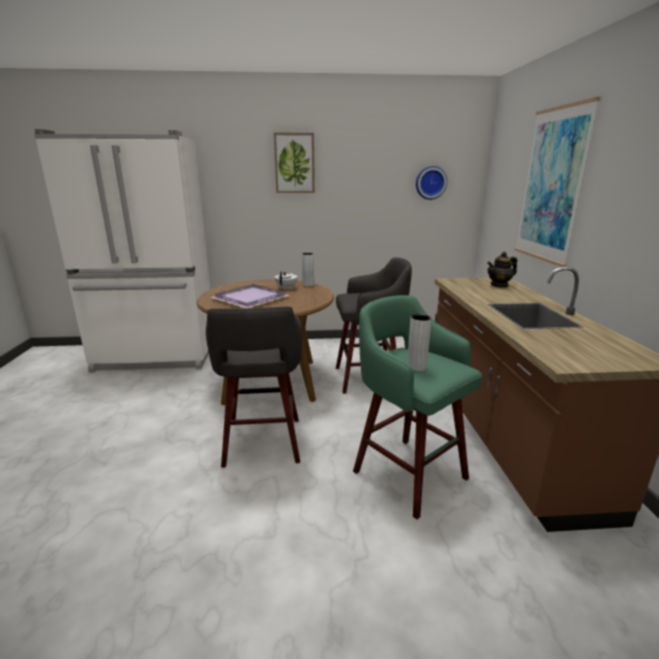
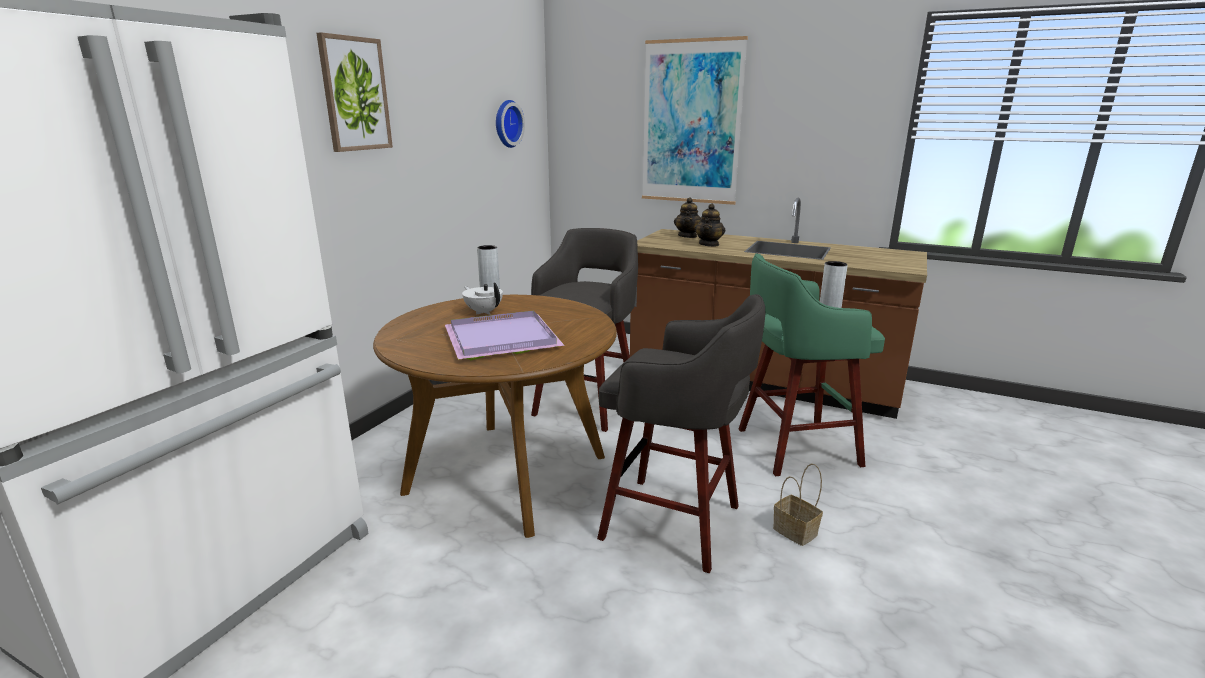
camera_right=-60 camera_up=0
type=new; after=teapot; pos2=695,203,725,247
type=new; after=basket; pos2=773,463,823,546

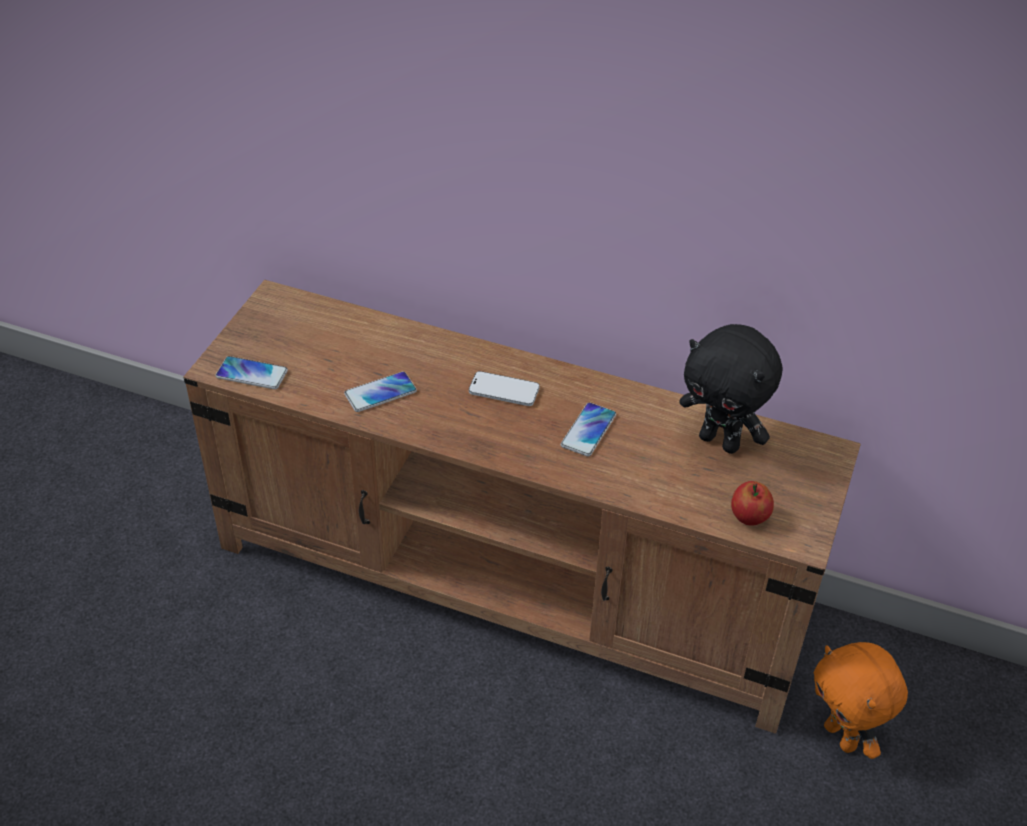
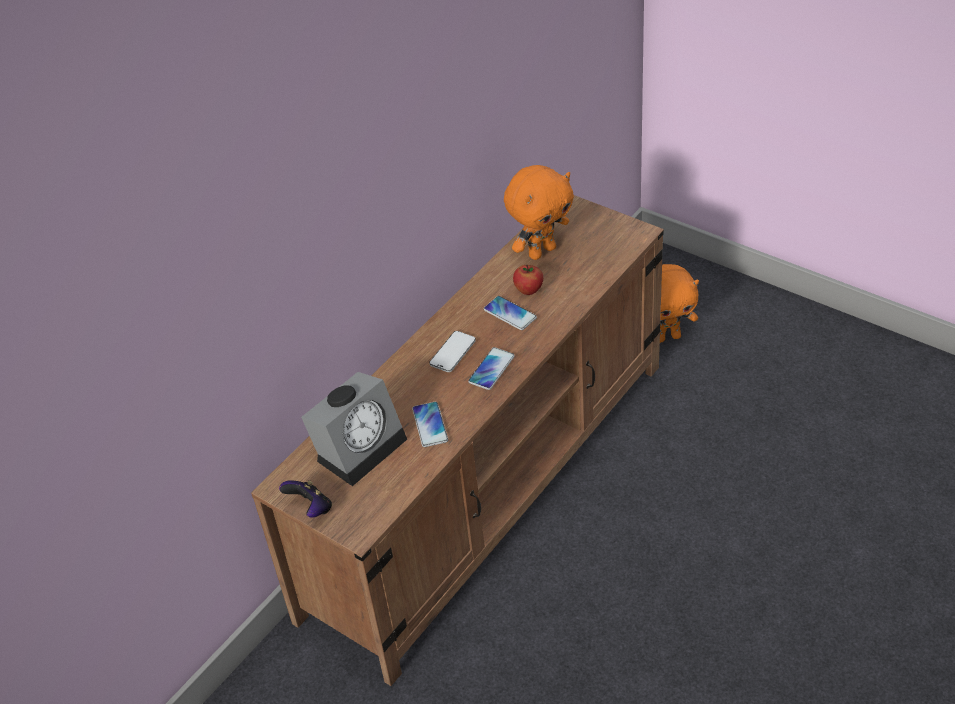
camera_right=-70 camera_up=0
type=new; after=game controller; pos2=279,480,332,518
type=new; after=alarm clock; pos2=301,372,407,486
type=shifted; before=phone; pos1=216,356,288,389; pos2=468,347,515,390
type=shifted; before=apple; pos1=731,481,774,526; pos2=513,265,543,295
type=repainted; before=black plush toy; after=orange plush toy; pos1=679,324,783,454; pos2=504,165,574,260

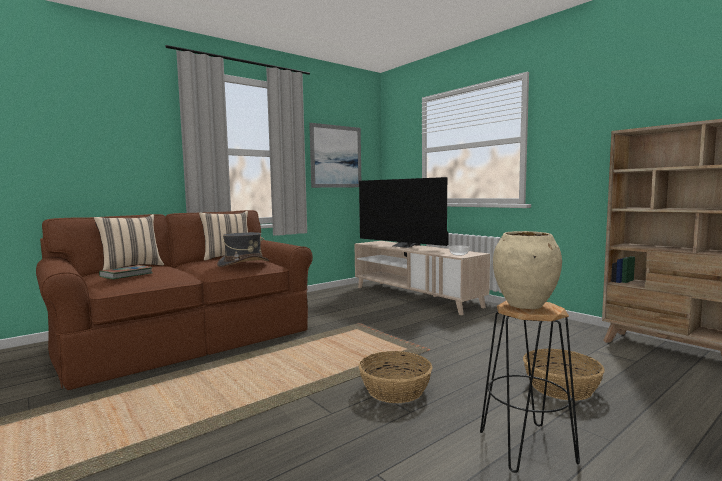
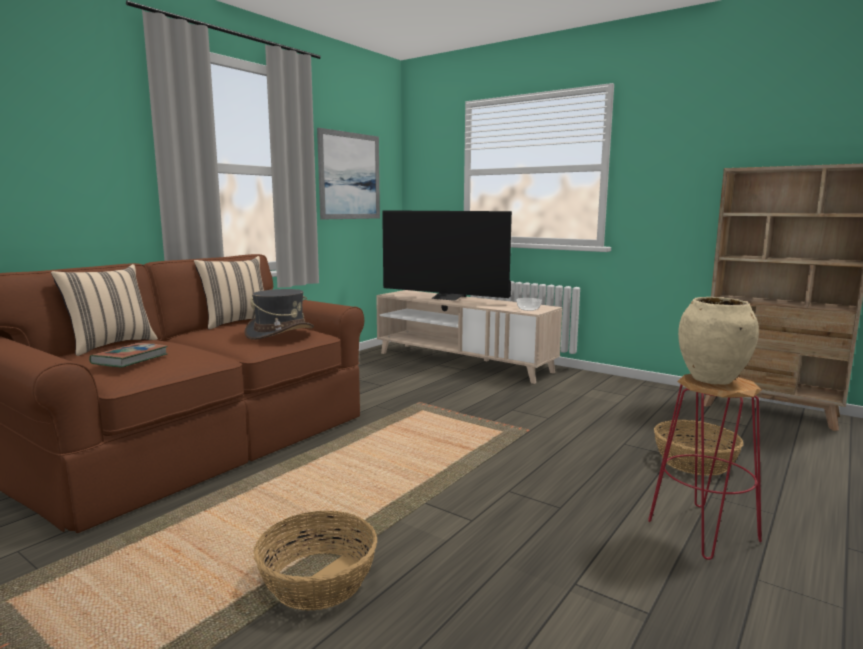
camera_right=-15 camera_up=5
type=shifted; before=basket; pos1=359,351,433,403; pos2=253,511,377,611
type=repainted; before=black stool; after=red stool; pos1=480,301,580,473; pos2=648,374,762,560

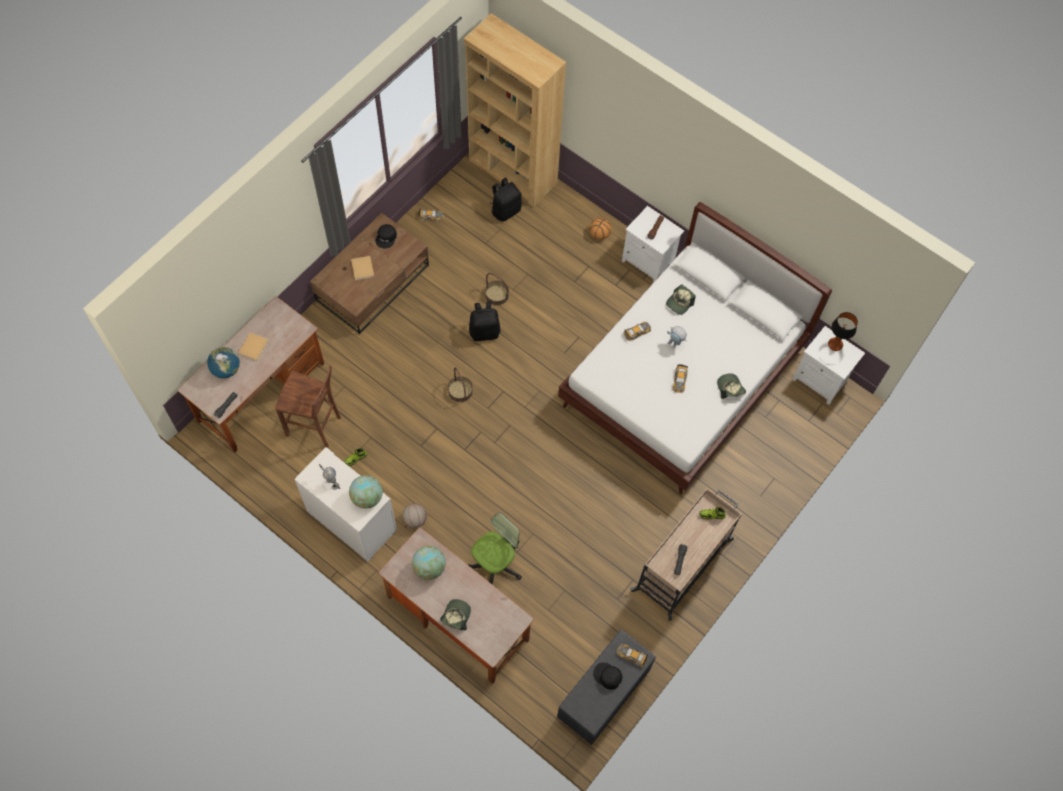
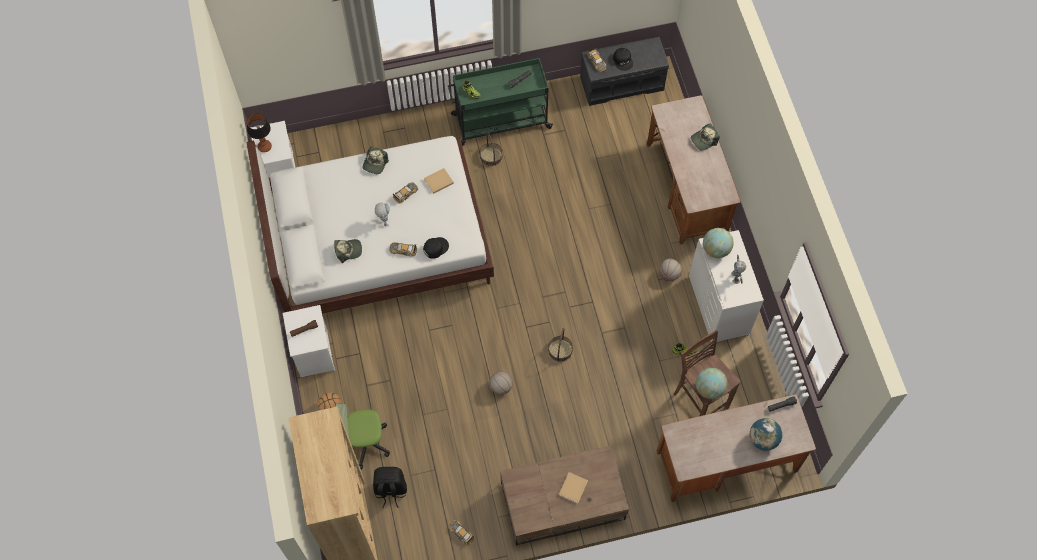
camera_right=-140 camera_up=0
type=shifted; before=beige book; pos1=238,333,268,361; pos2=424,168,454,194
type=shifted; before=black cap; pos1=375,224,397,249; pos2=423,237,449,259
type=shifted; before=globe; pos1=412,546,446,580; pos2=696,368,728,399
type=shifted; before=office chair; pos1=467,513,522,584; pos2=335,403,390,469
type=shifted; before=basket; pos1=485,273,509,306; pos2=479,132,503,166
type=swapped; before=black backpack; after=basketball; pos1=469,302,501,341; pos2=489,371,513,395
type=repainted; before=beige cart; after=green cart; pos1=630,488,742,621; pos2=448,58,553,147

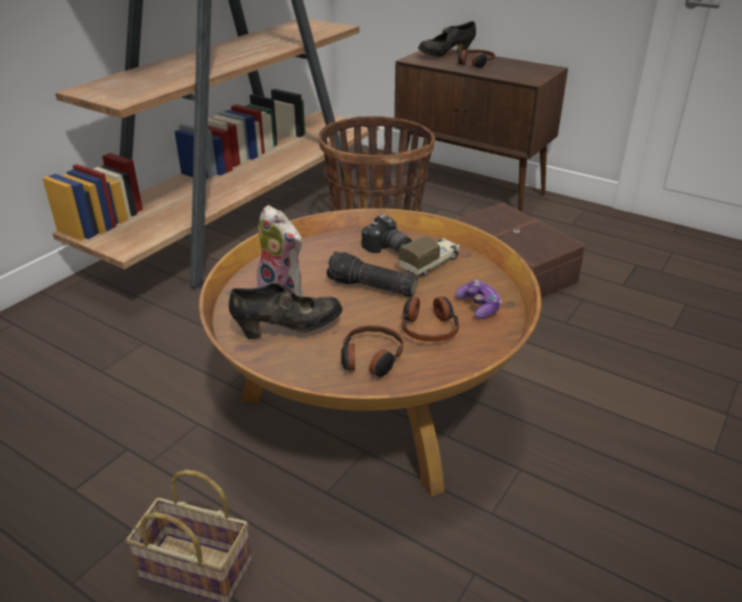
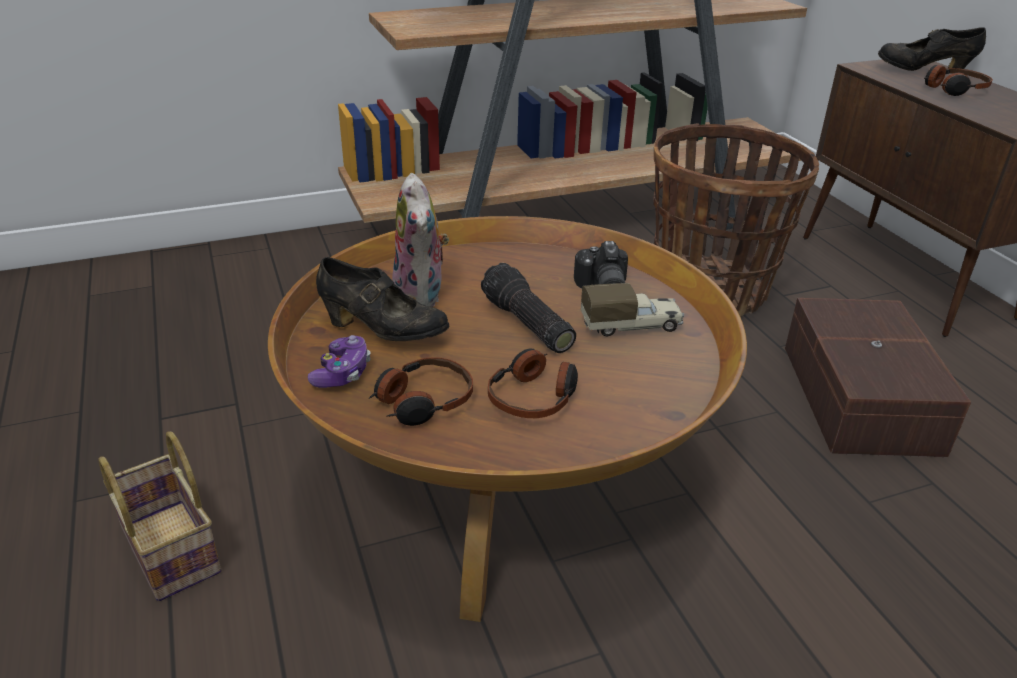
camera_right=35 camera_up=0
type=shifted; before=game controller; pos1=456,280,501,319; pos2=308,335,371,388

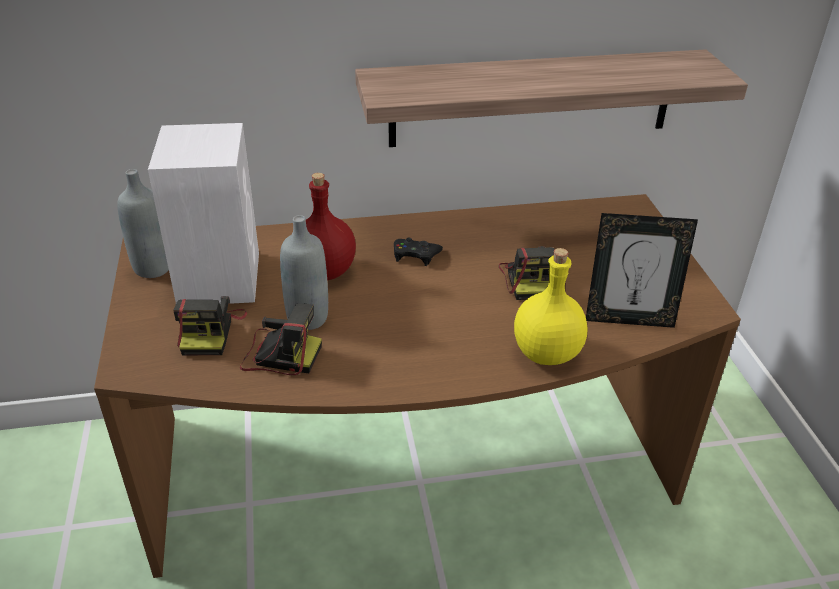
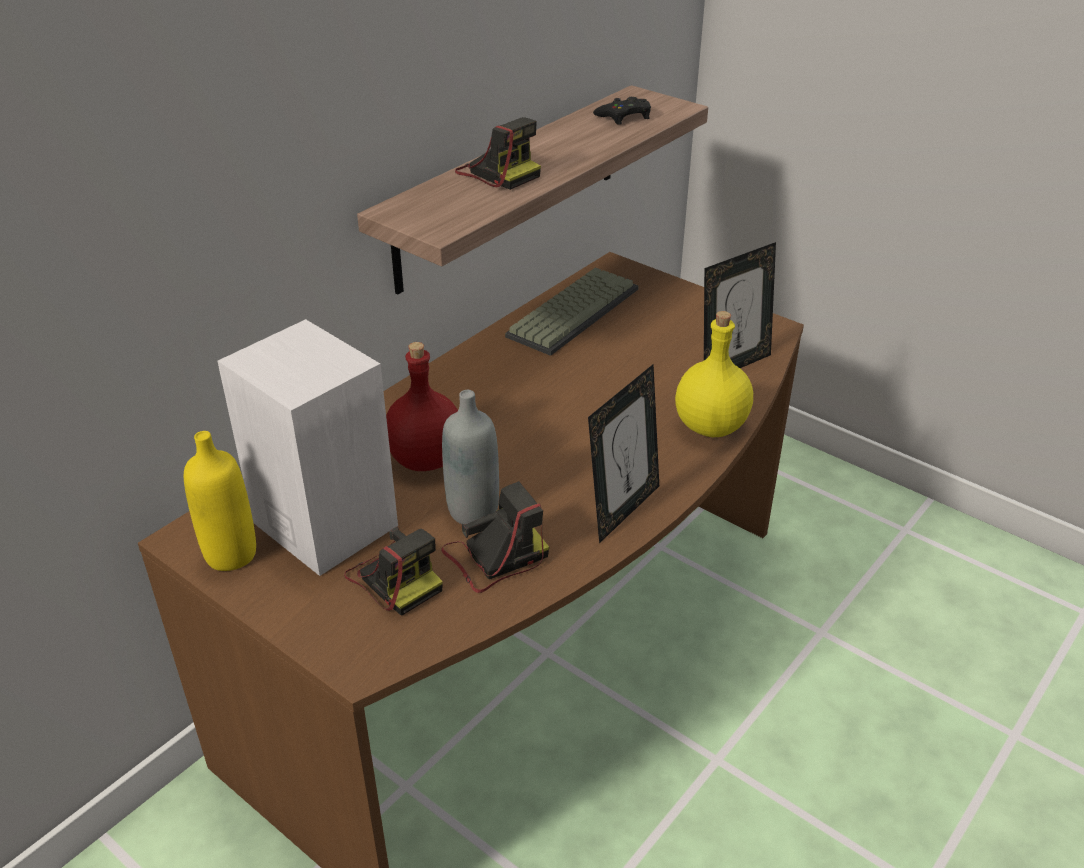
camera_right=-40 camera_up=0
type=new; after=keyboard; pos2=505,267,638,356
type=new; after=picture frame; pos2=588,364,659,543
type=shifted; before=black game controller; pos1=394,238,443,266; pos2=593,97,651,125
type=shifted; before=photo camera; pos1=499,246,555,300; pos2=455,117,541,190
type=repainted; before=grey bottle; after=yellow bottle; pos1=117,169,169,278; pos2=184,431,256,571

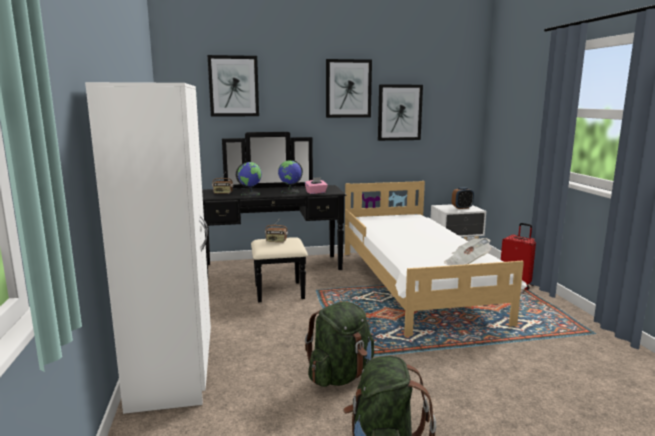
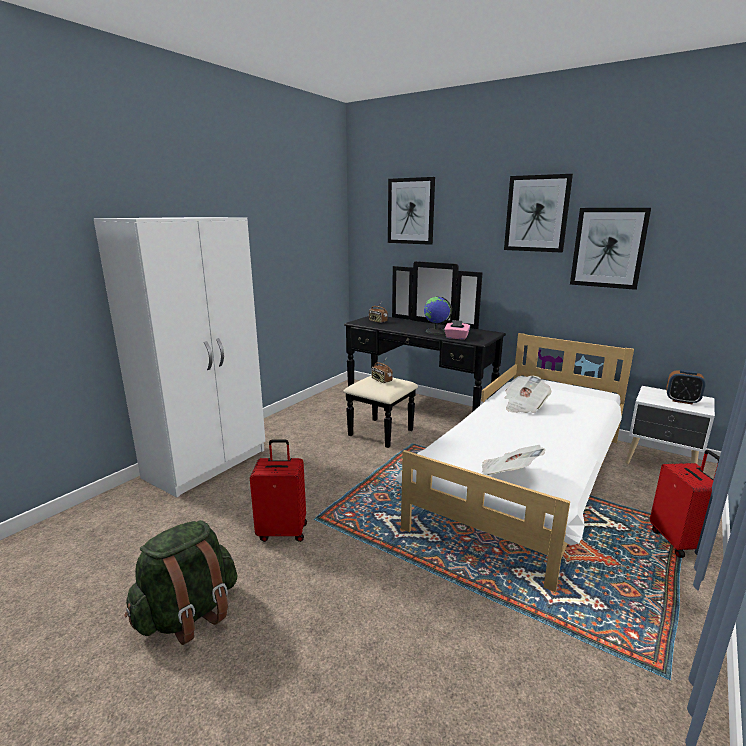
camera_right=45 camera_up=5
type=gone; before=globe; pos1=236,162,262,196
type=new; after=newspaper; pos2=505,376,551,413
type=swapped; before=green backpack; after=red suitcase; pos1=305,301,374,387; pos2=250,439,307,542

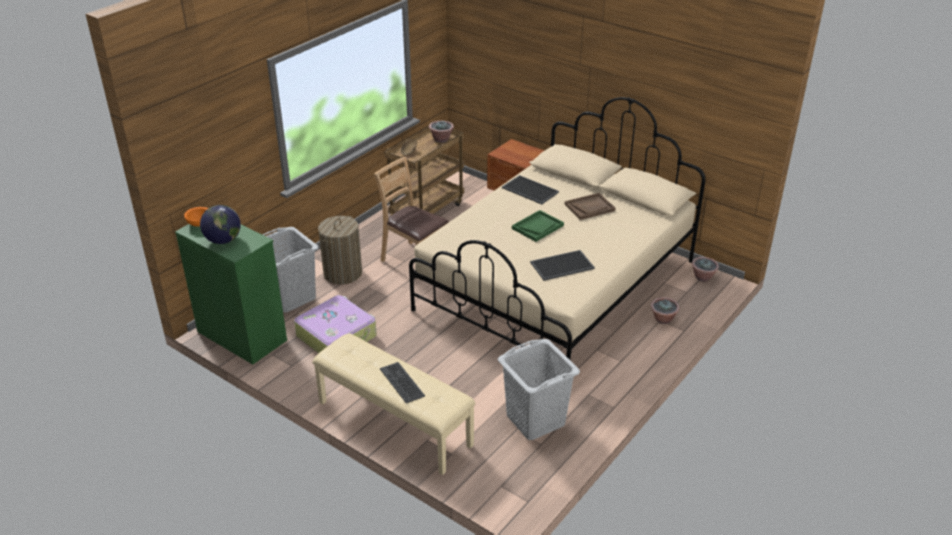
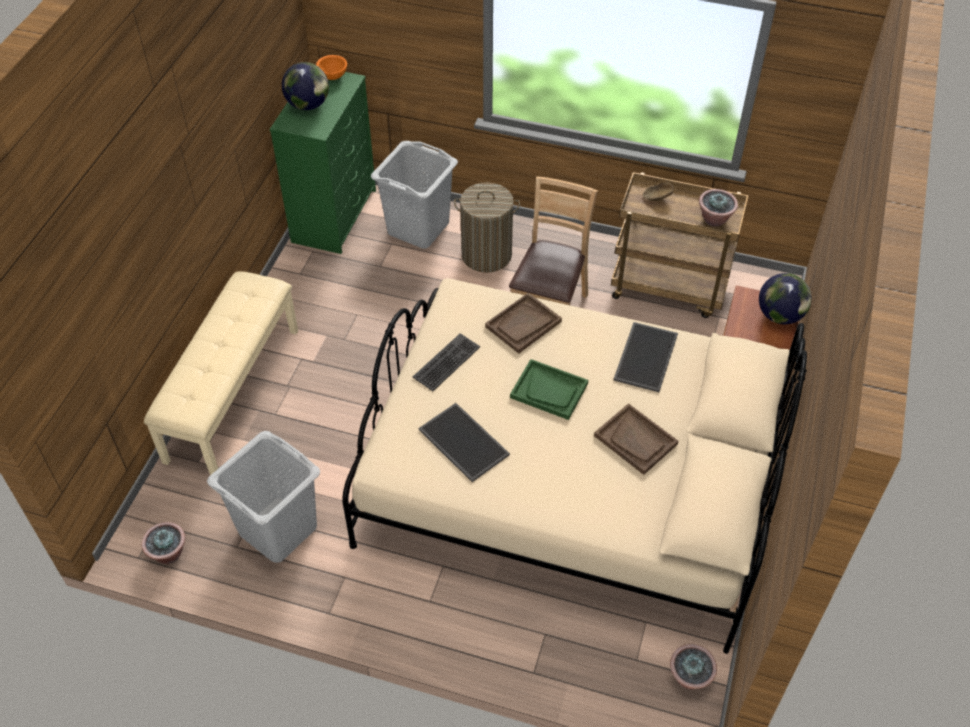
camera_right=70 camera_up=15
type=gone; before=suitcase; pos1=294,295,377,353
type=new; after=brown tray; pos2=485,293,562,354
type=new; after=globe; pos2=759,273,812,324
type=shifted; before=keyboard; pos1=380,362,425,403; pos2=413,333,480,391
type=shifted; before=potted plant; pos1=651,297,679,324; pos2=141,522,185,564

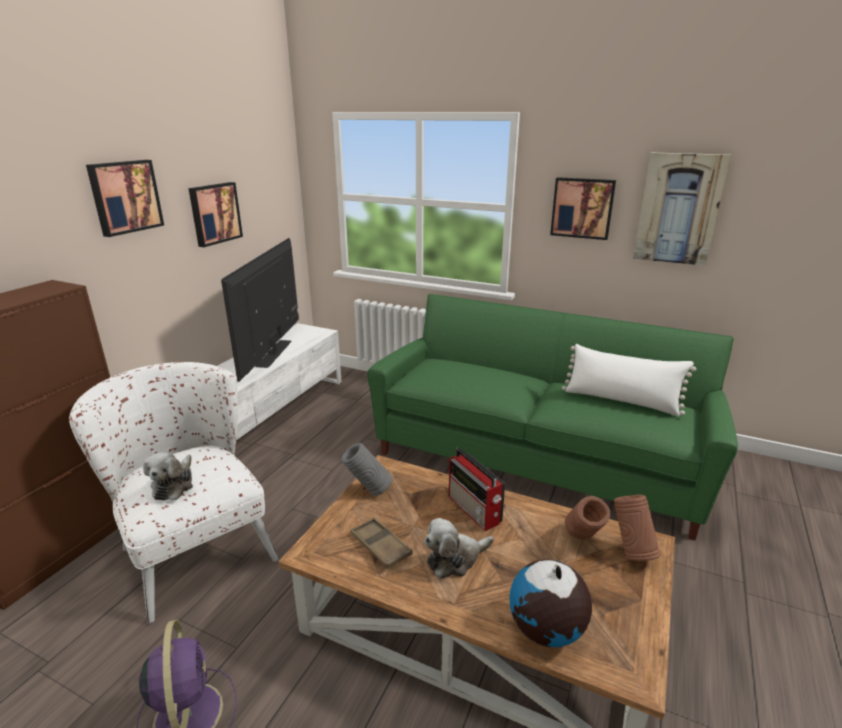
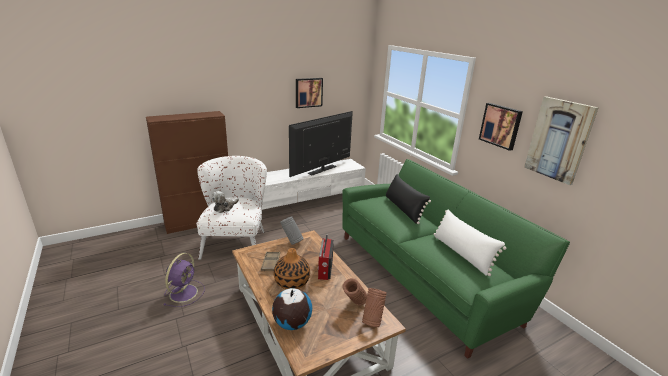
camera_right=35 camera_up=0
type=gone; before=picture; pos1=86,160,164,237
type=new; after=black pillow; pos2=386,174,431,224
type=swapped; before=plush toy; after=vase; pos1=425,518,494,579; pos2=274,248,310,289

